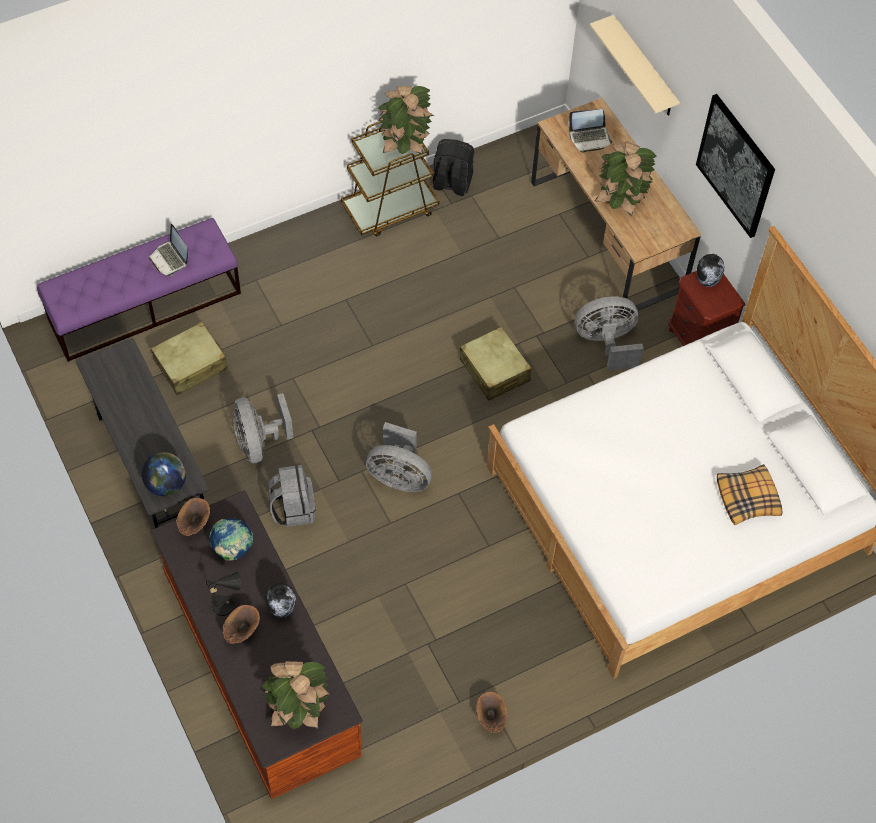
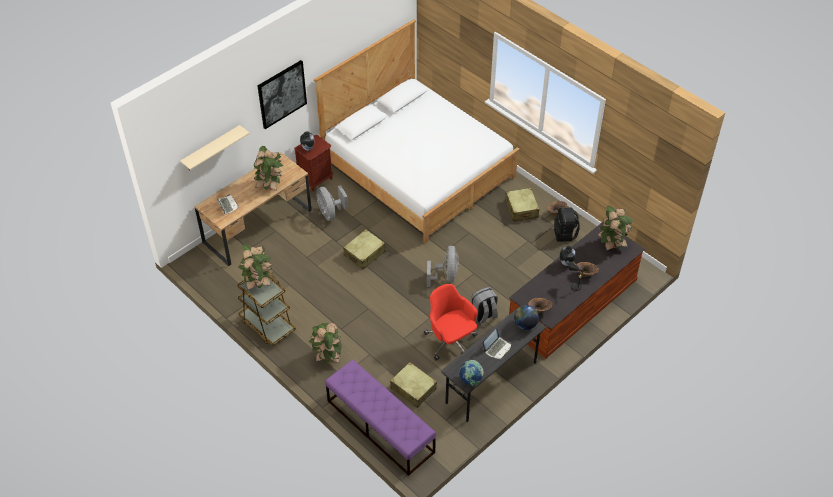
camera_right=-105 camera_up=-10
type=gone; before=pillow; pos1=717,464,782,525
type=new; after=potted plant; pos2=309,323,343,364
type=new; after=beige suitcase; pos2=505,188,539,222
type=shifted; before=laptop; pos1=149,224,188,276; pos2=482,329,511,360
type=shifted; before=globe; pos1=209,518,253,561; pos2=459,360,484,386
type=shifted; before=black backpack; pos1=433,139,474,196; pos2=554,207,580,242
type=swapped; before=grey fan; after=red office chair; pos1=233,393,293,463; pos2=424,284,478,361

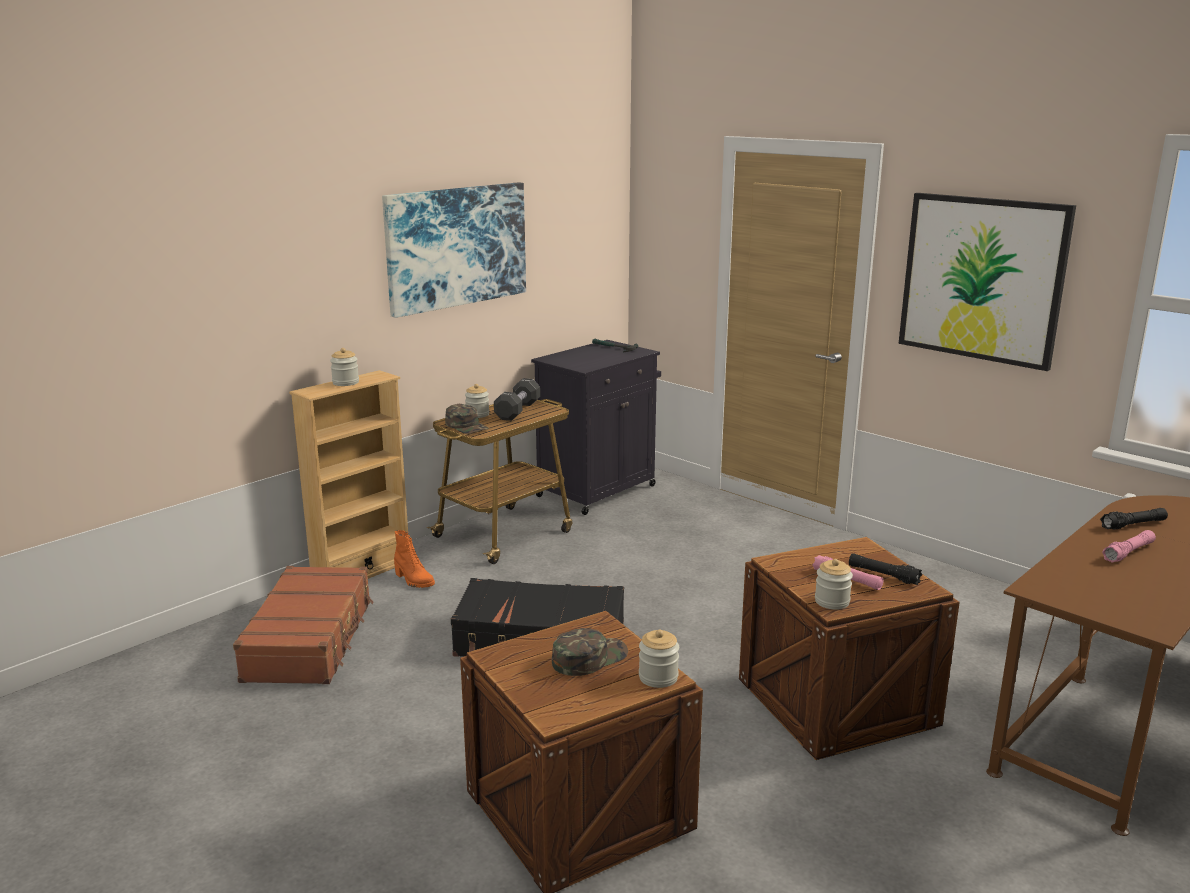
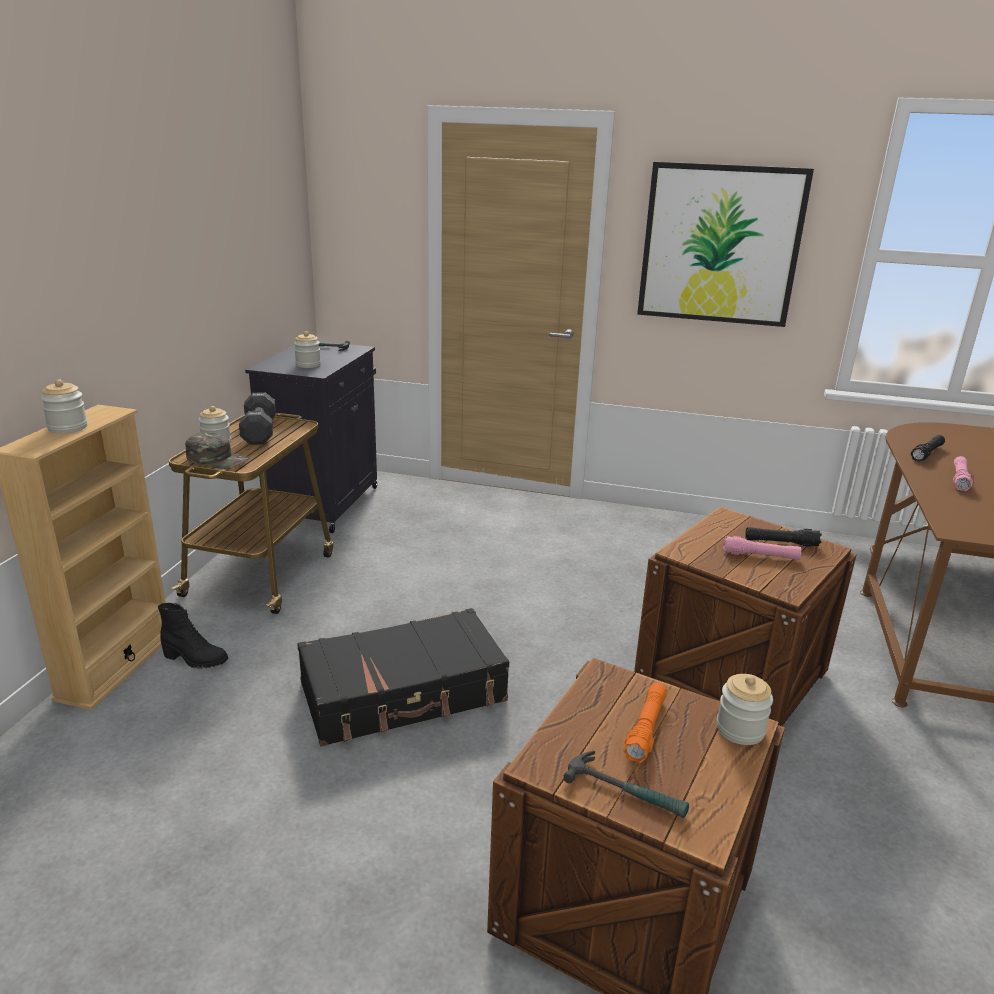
camera_right=-30 camera_up=5
type=gone; before=brown suitcase; pos1=233,566,373,684
type=gone; before=picture; pos1=382,182,526,318
type=new; after=hammer; pos2=563,751,689,818
type=shifted; before=jar; pos1=815,559,853,610; pos2=294,331,321,368
type=swapped; before=green cap; after=orange flashlight; pos1=552,628,628,676; pos2=623,683,667,764
type=repainted; before=orange boot; after=black boot; pos1=394,530,435,588; pos2=158,603,228,669

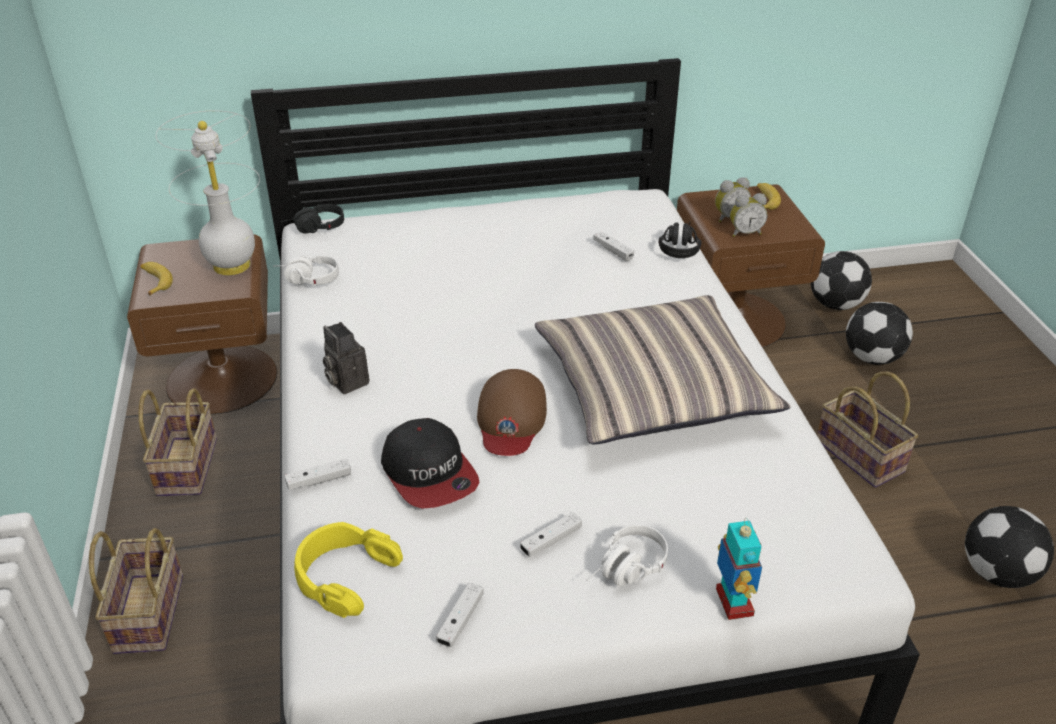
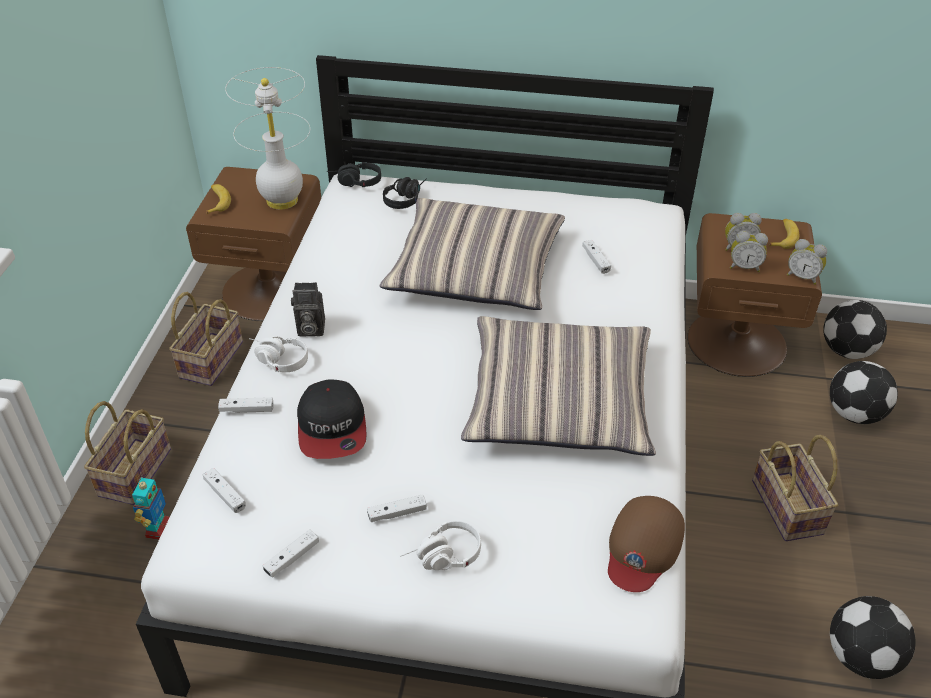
camera_right=20 camera_up=5
type=new; after=pillow; pos2=379,198,565,310
type=new; after=alarm clock; pos2=787,239,827,285
type=shifted; before=white headphones; pos1=273,255,339,286; pos2=249,336,308,372
type=shifted; before=brown cap; pos1=477,369,547,456; pos2=608,496,685,592
type=shifted; before=black headphones; pos1=659,221,702,258; pos2=383,177,426,209
type=shifted; before=toy robot; pos1=716,518,762,620; pos2=132,477,170,540
type=swapped; before=yellow headphones; after=white game controller; pos1=294,522,403,618; pos2=203,468,246,513
type=rotated; before=photo camera; pos1=323,322,369,394; pos2=291,282,325,337; turn=-75

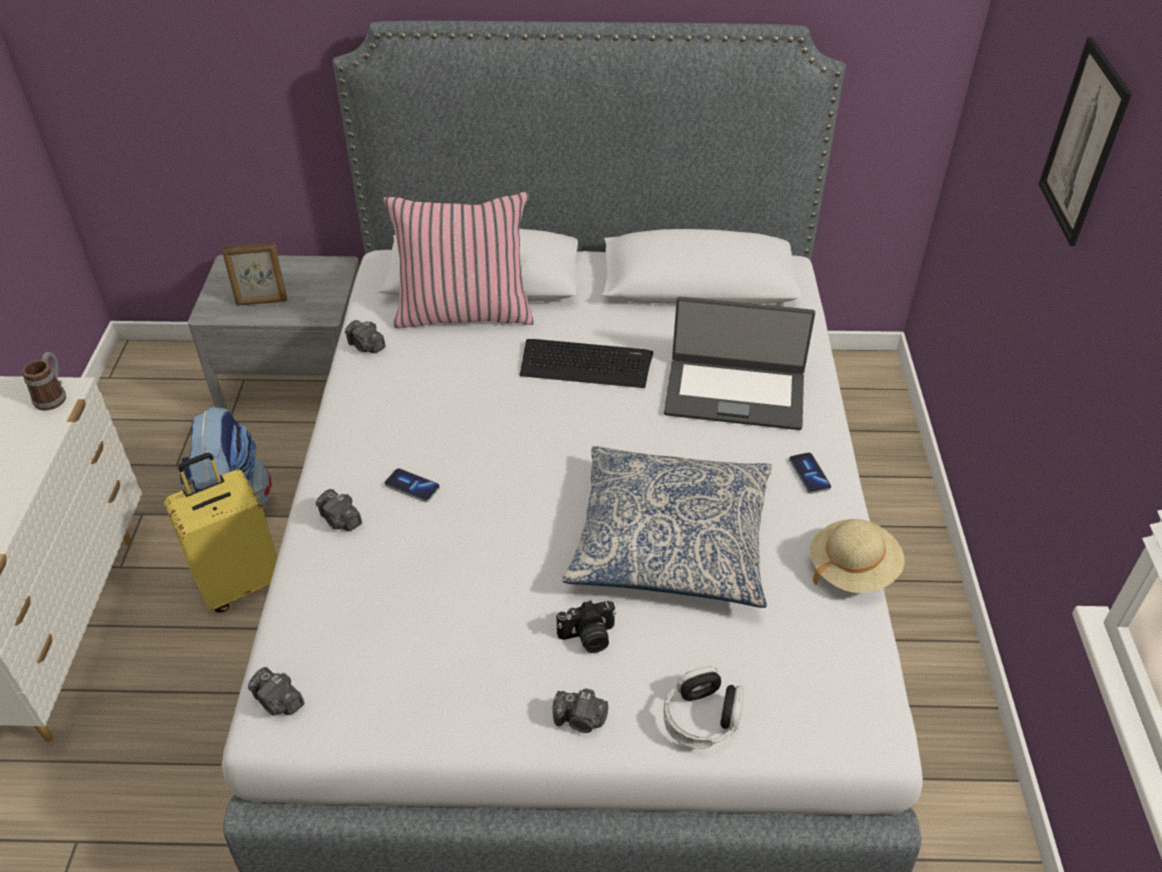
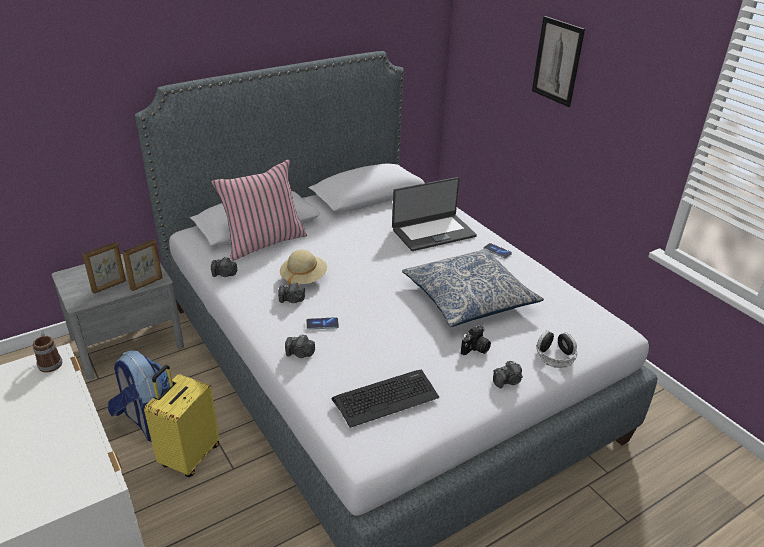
camera_right=-35 camera_up=-10
type=new; after=picture frame; pos2=122,239,163,291
type=shifted; before=photo camera; pos1=248,667,305,716; pos2=278,282,305,303
type=shifted; before=keyboard; pos1=520,339,653,388; pos2=332,369,439,428
type=shifted; before=beige hat; pos1=810,519,905,593; pos2=280,249,327,285

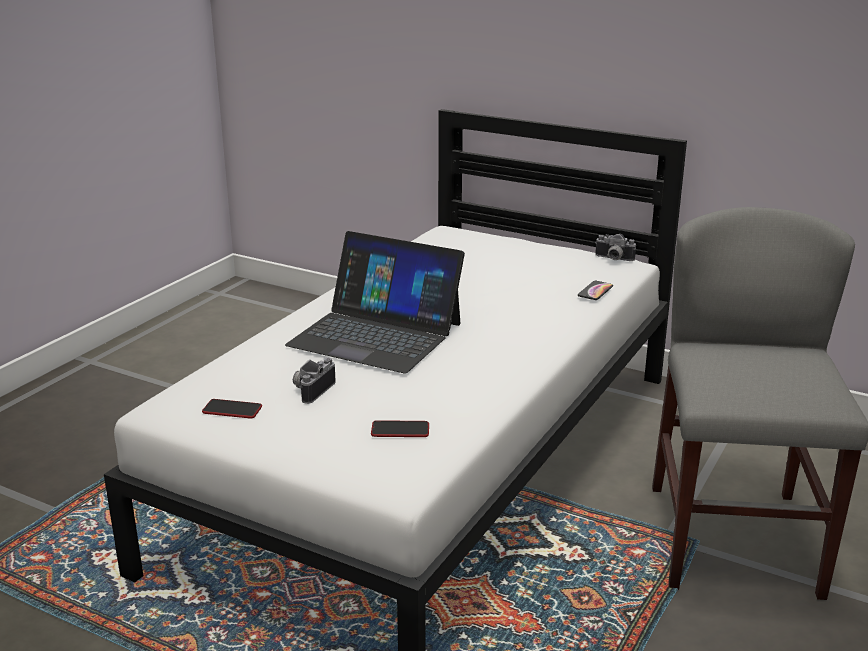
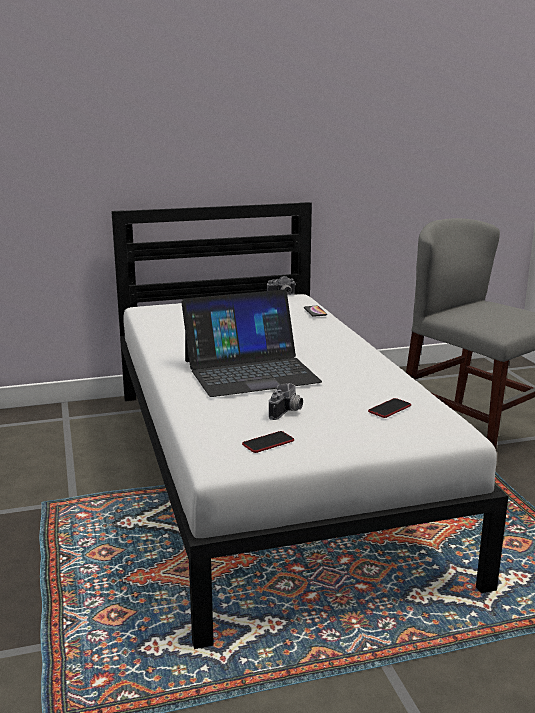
camera_right=-45 camera_up=-5
type=rotated; before=photo camera; pos1=293,358,335,404; pos2=269,383,303,420; turn=-135

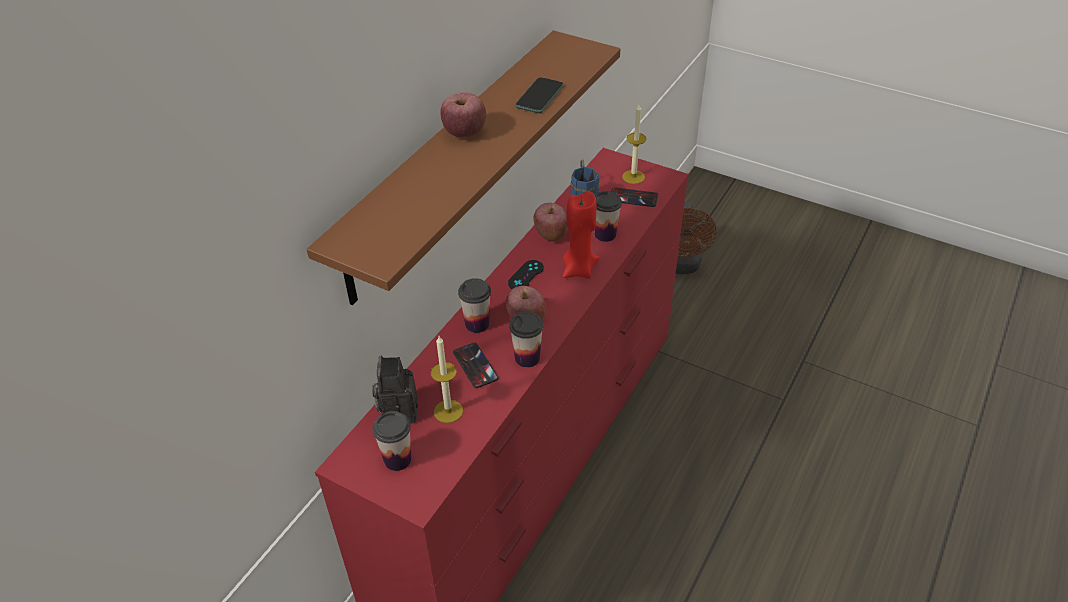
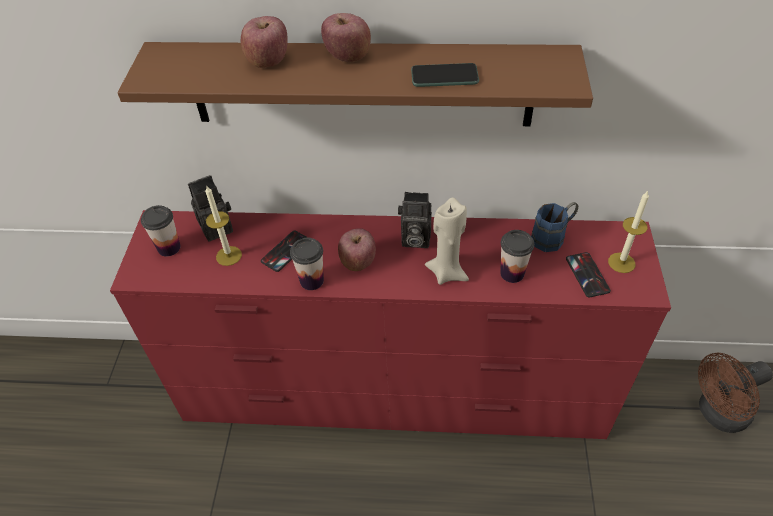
camera_right=65 camera_up=5
type=gone; before=cup; pos1=458,278,491,333
type=shifted; before=apple; pos1=534,203,568,242; pos2=241,16,288,68
type=swapped; before=black game controller; after=photo camera; pos1=508,260,544,289; pos2=398,192,432,248
type=repainted; before=red candle; after=beige candle; pos1=563,191,599,279; pos2=425,197,469,285

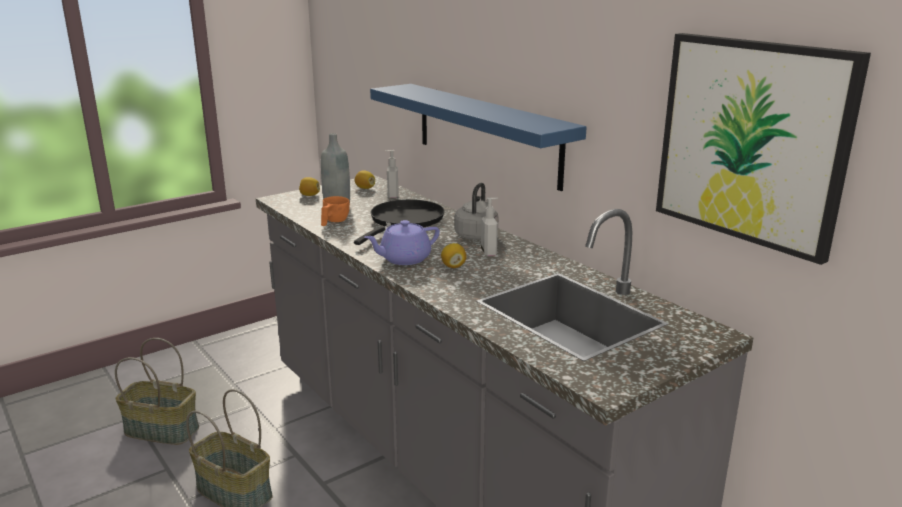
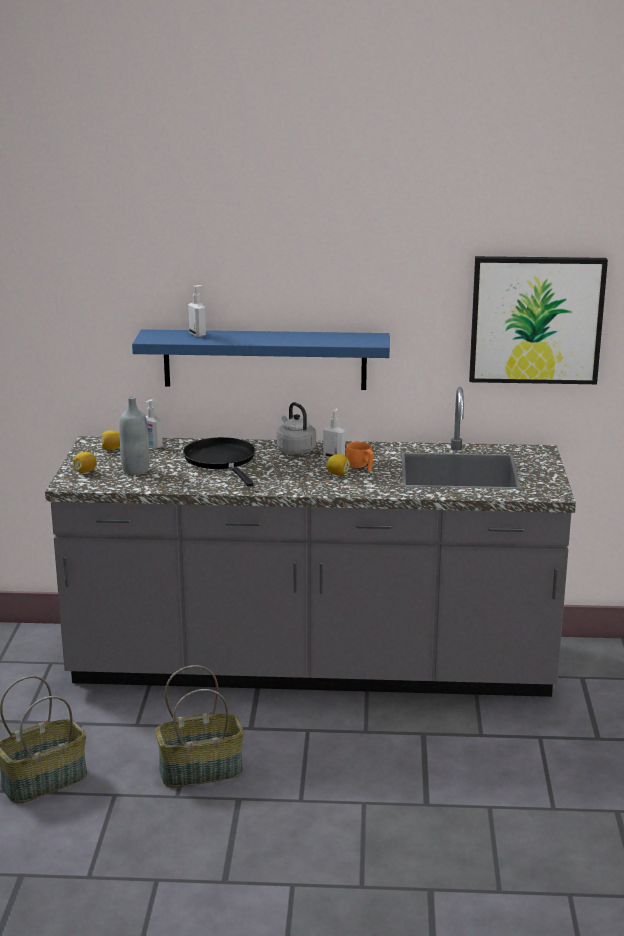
camera_right=-50 camera_up=0
type=gone; before=purple teapot; pos1=364,220,440,265
type=new; after=soap dispenser; pos2=188,285,206,337
type=shifted; before=orange cup; pos1=321,196,350,226; pos2=346,442,374,472

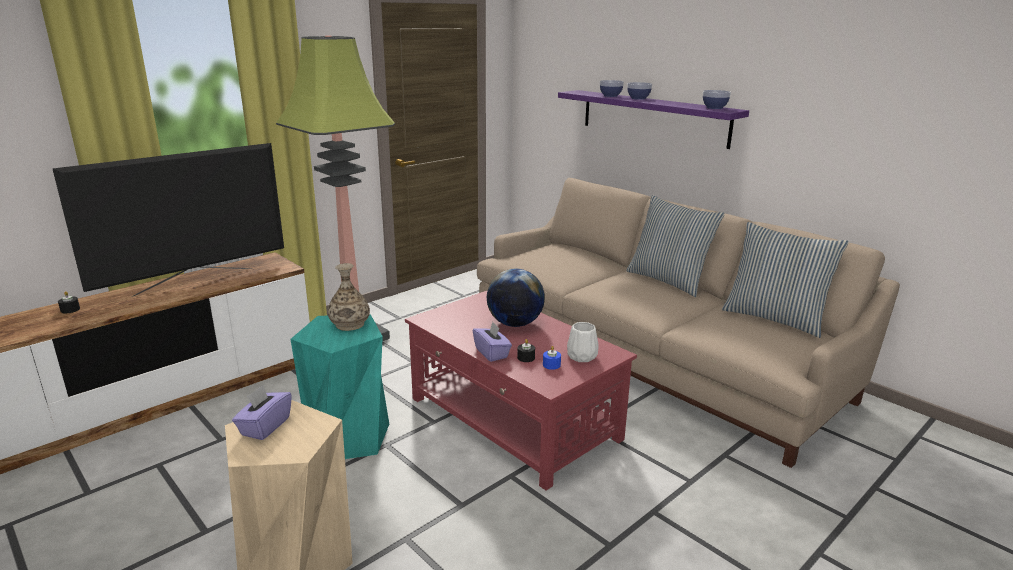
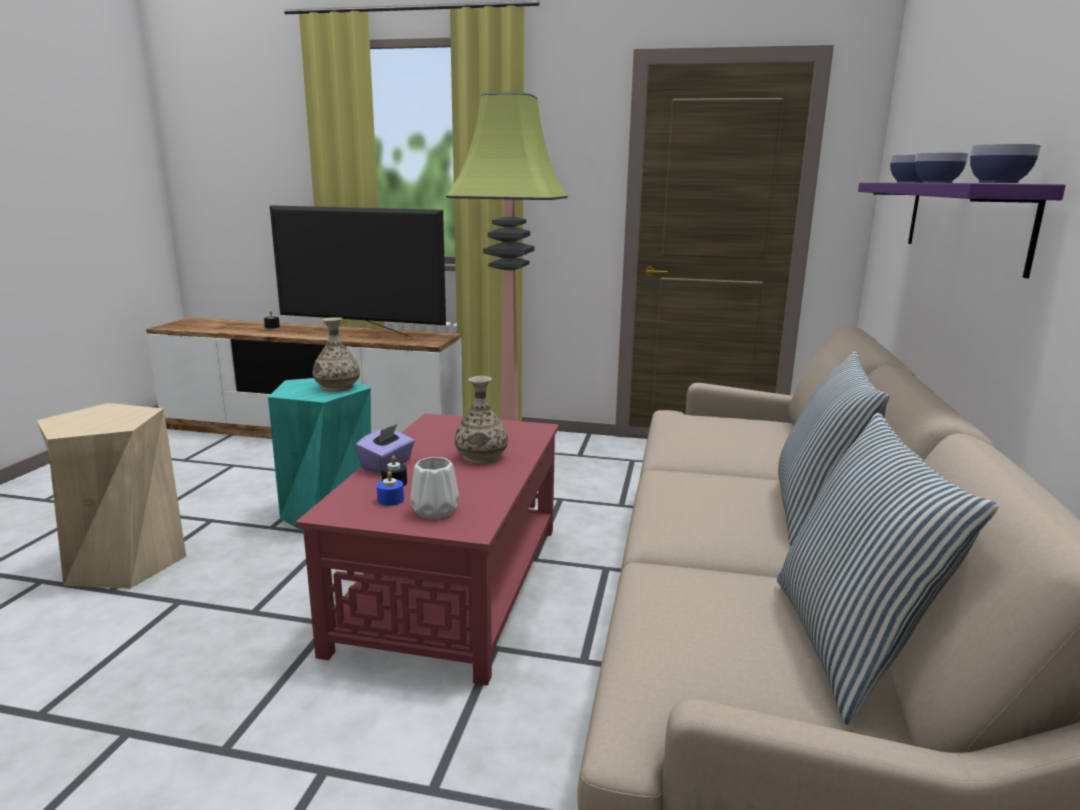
camera_right=55 camera_up=-5
type=gone; before=purple tissue box; pos1=232,385,292,440
type=swapped; before=globe; after=vase; pos1=487,269,545,327; pos2=454,376,508,464

